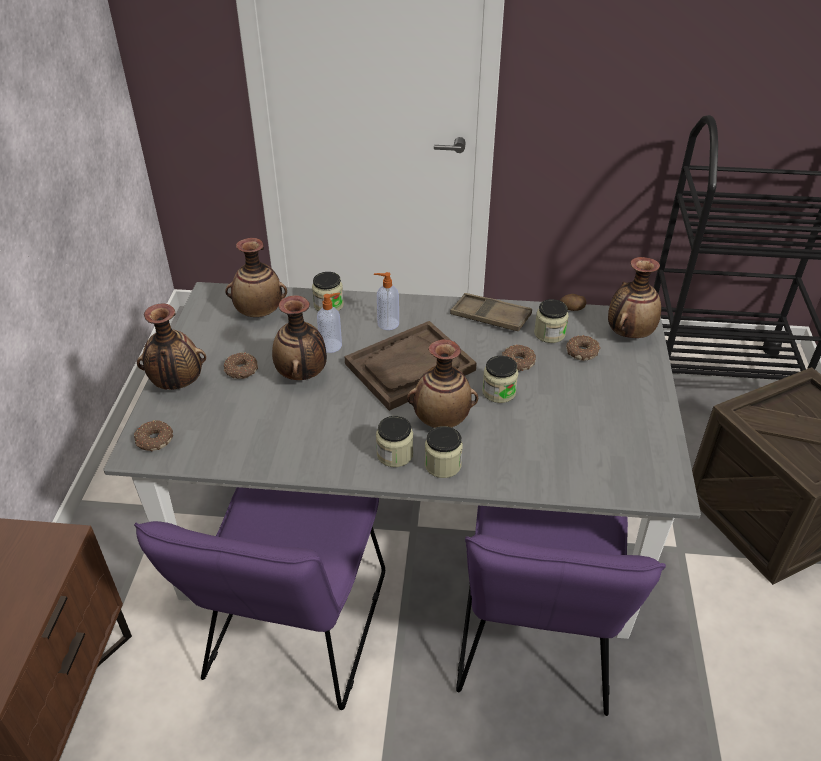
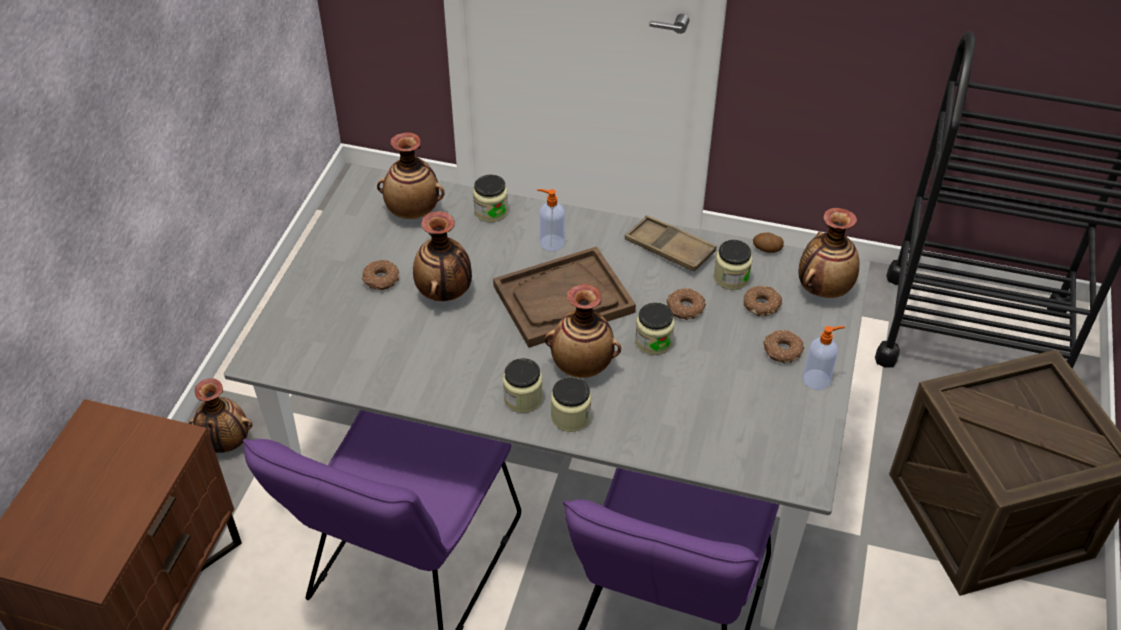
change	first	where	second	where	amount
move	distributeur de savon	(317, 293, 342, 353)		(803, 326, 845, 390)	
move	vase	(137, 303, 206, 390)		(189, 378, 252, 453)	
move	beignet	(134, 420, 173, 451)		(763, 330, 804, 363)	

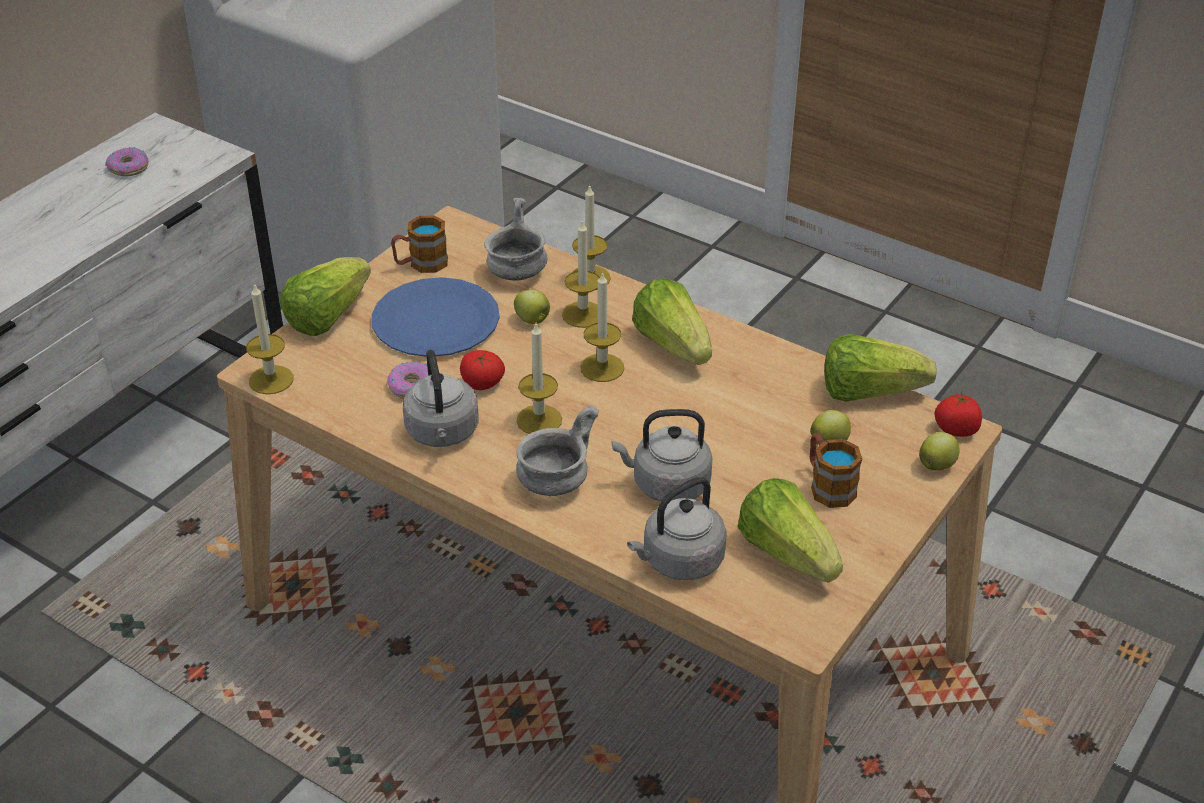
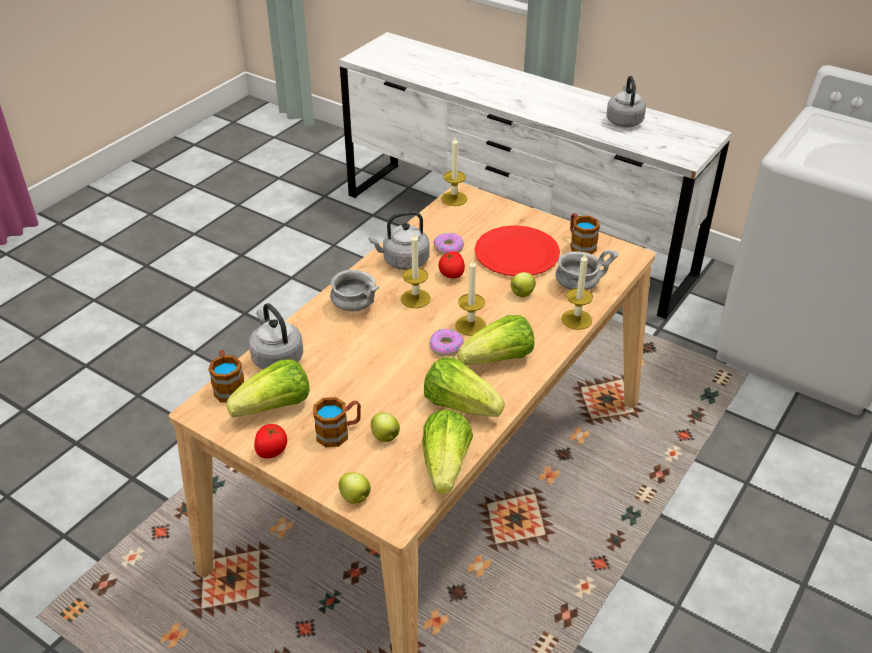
change	first	where	second	where	amount
move	beignet	(105, 147, 149, 176)		(429, 329, 464, 357)	
delete	bougie	(562, 220, 600, 328)			
move	laitue	(280, 257, 371, 336)		(424, 357, 505, 417)	
recolor	assiette [bleu]	(372, 277, 500, 357)	assiette [rouge]	(475, 225, 560, 276)	
move	tomate	(934, 392, 982, 437)		(254, 424, 287, 459)	
move	bouilloire [gris]	(612, 409, 713, 502)		(607, 76, 646, 127)	
insert			mug	(208, 350, 244, 403)	

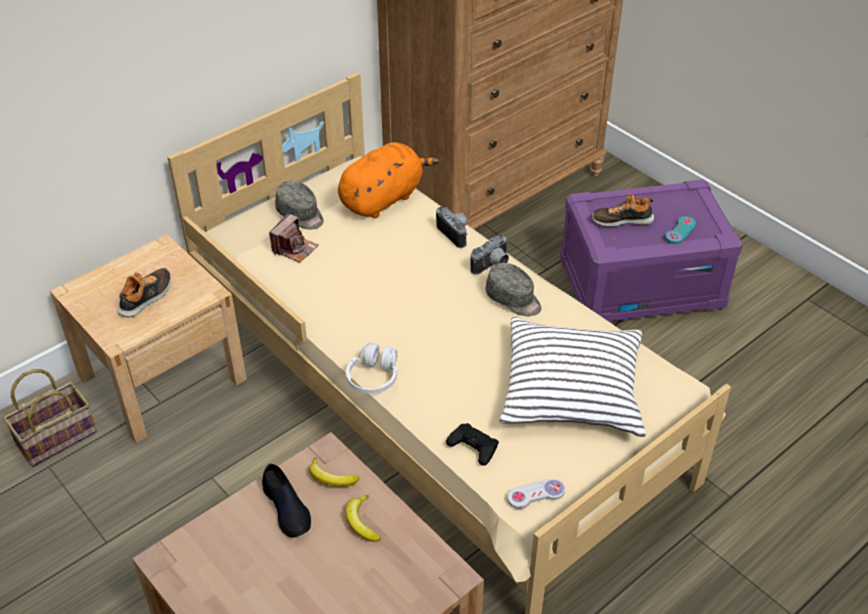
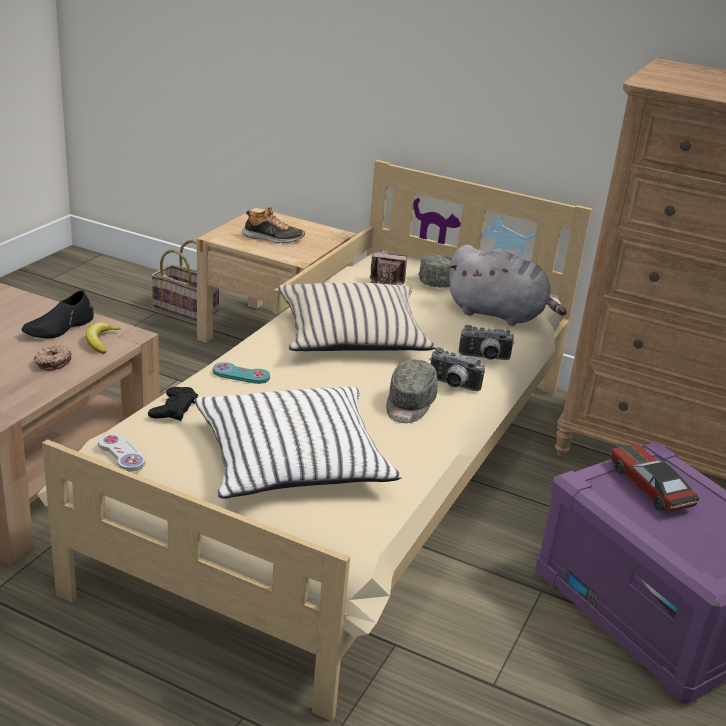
change	first	where	second	where	amount
recolor	peluche [orange]	(338, 142, 439, 218)	peluche [gris]	(447, 245, 567, 326)	
rotate	casquette [gris]	(275, 181, 324, 230)		(418, 254, 452, 288)	150 degrees clockwise
replace	chaussure	(591, 193, 654, 227)	petite voiture	(610, 444, 699, 512)	
rotate	appareil photo	(436, 206, 468, 248)		(459, 325, 514, 360)	60 degrees clockwise
move	manette [turquoise]	(665, 216, 696, 244)		(213, 362, 270, 384)	
delete	casque audio [blanc]	(346, 342, 398, 394)			
replace	banane	(345, 495, 381, 542)	beignet	(34, 345, 72, 371)	
insert			coussin [beige]	(278, 283, 436, 351)	

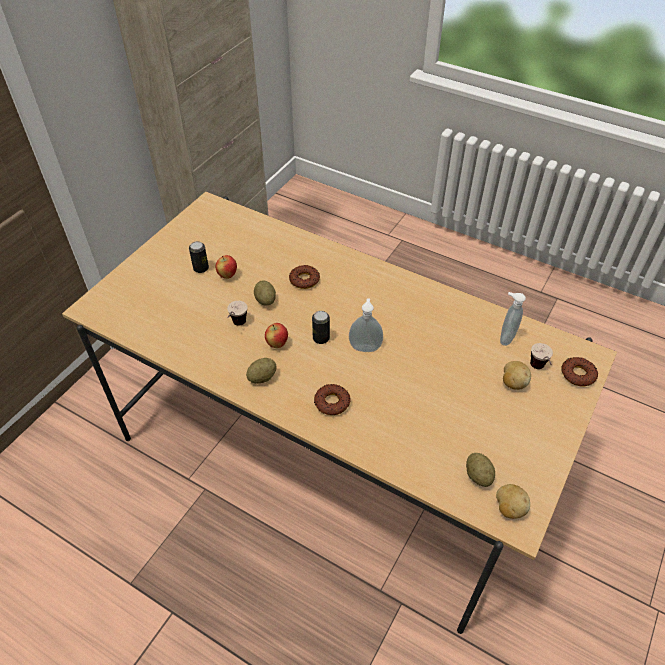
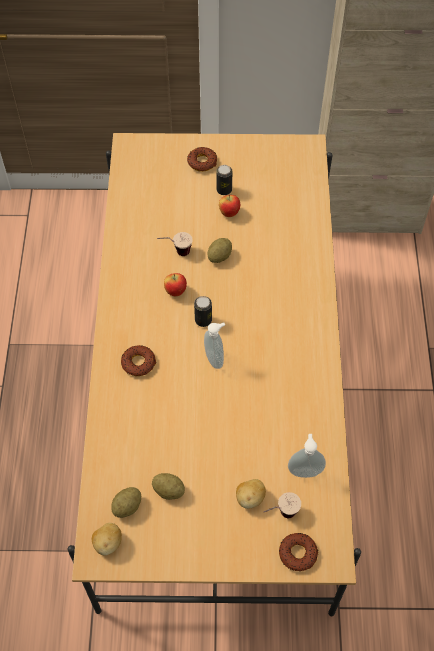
change	first	where	second	where	amount
move	beignet	(289, 265, 320, 289)		(187, 147, 217, 172)	
move	pomme de terre	(246, 358, 277, 384)		(152, 473, 185, 500)	

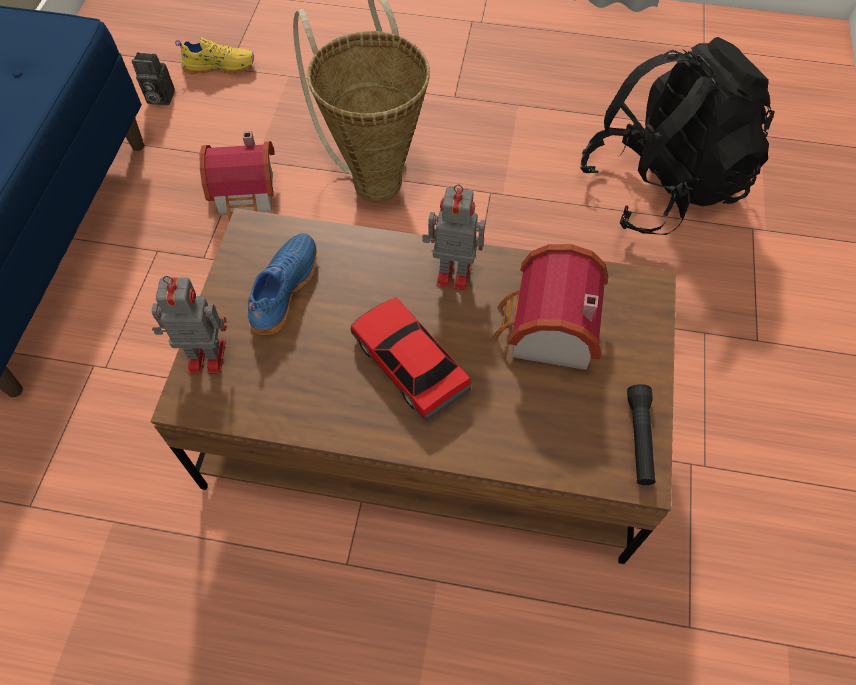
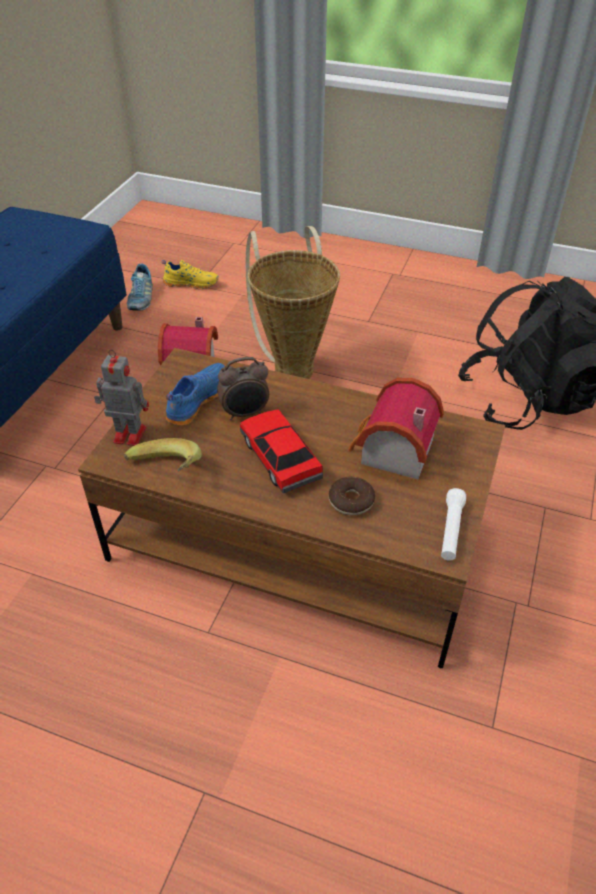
change	first	where	second	where	amount
replace	appareil photo	(131, 52, 175, 105)	chaussure	(127, 264, 153, 311)	
delete	robot jouet	(422, 185, 485, 291)			
recolor	lampe de poche [noir]	(627, 384, 656, 485)	lampe de poche [blanc]	(441, 488, 466, 561)	
insert			réveil	(217, 357, 269, 420)	
insert			banane	(124, 438, 202, 471)	
insert			beignet	(329, 477, 375, 515)	

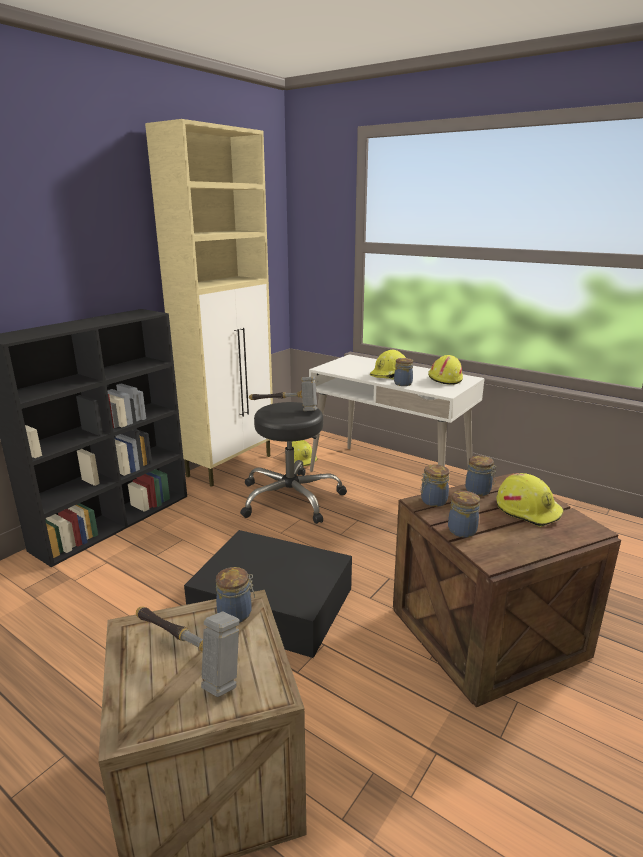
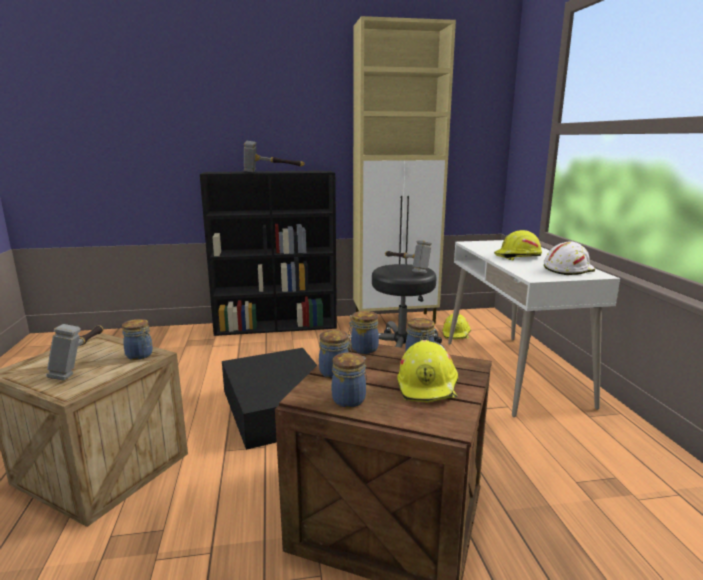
change	first	where	second	where	amount
recolor	casque de chantier [jaune]	(428, 355, 463, 385)	casque de chantier [blanc]	(544, 242, 595, 275)	
move	bocal	(394, 358, 413, 386)		(332, 353, 367, 408)	
insert			marteau	(244, 141, 305, 172)	

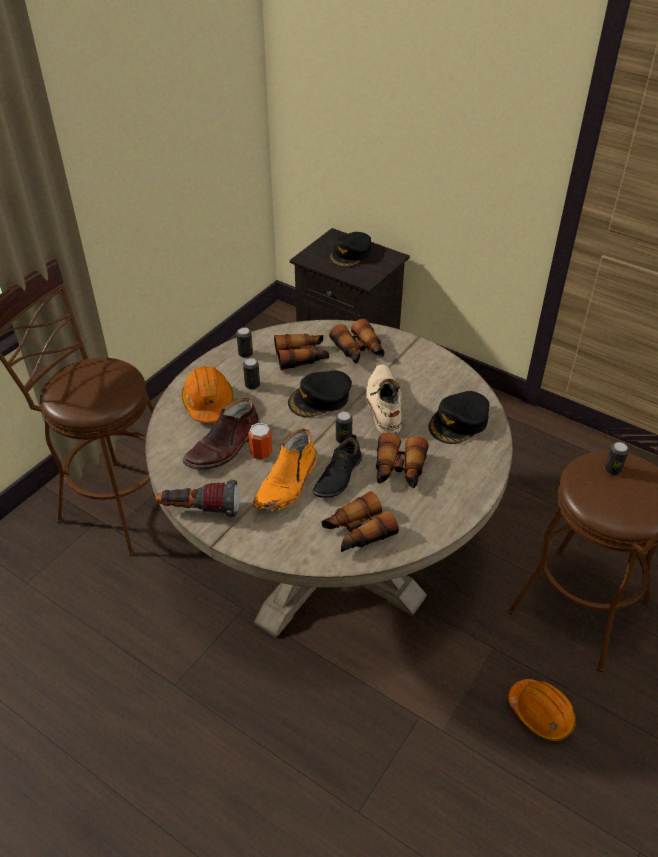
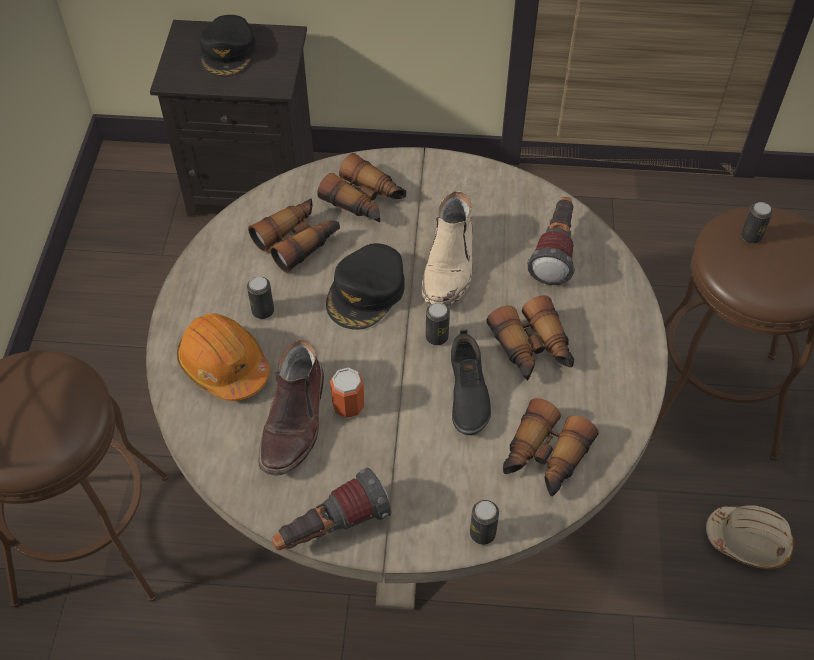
change	first	where	second	where	amount
move	boîte métallique	(236, 327, 253, 358)		(470, 500, 499, 545)	
rotate	botte [beige]	(366, 365, 401, 434)		(422, 191, 473, 306)	135 degrees counterclockwise
replace	casquette [noir]	(429, 391, 489, 444)	lampe de poche	(527, 197, 575, 285)	
delete	botte [orange]	(253, 428, 317, 512)			
recolor	casque de chantier [orange]	(508, 679, 576, 741)	casque de chantier [beige]	(706, 505, 794, 569)	

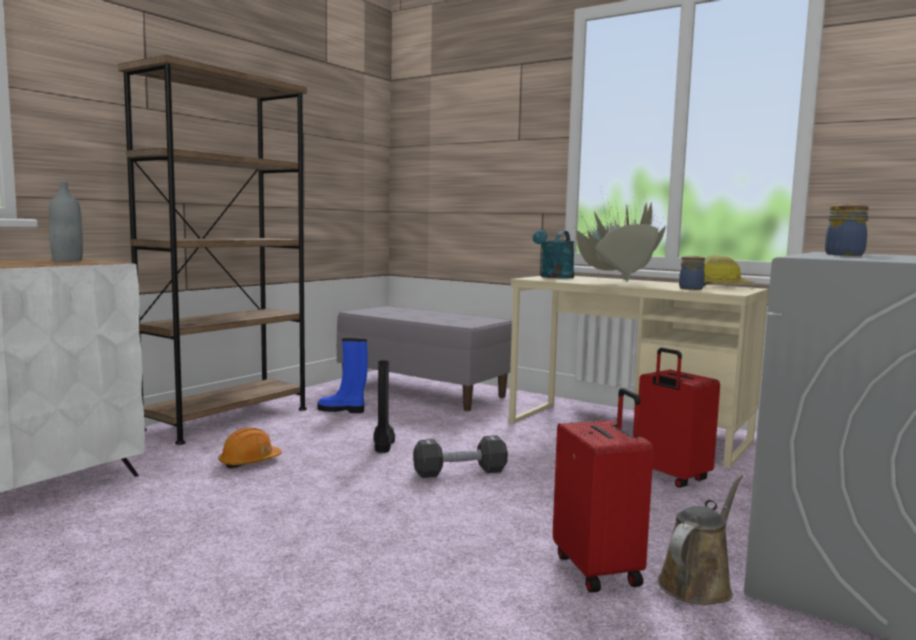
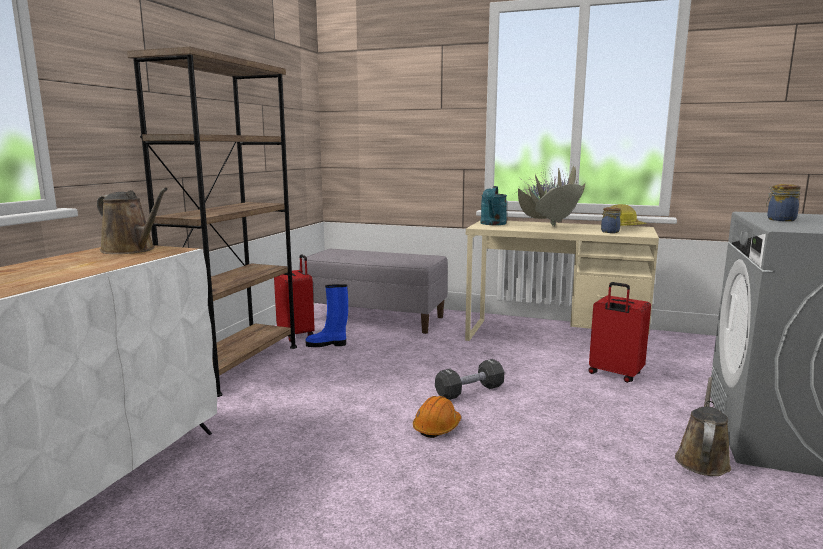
change	first	where	second	where	amount
replace	bouteille [gris]	(49, 182, 83, 262)	arrosoir [marron]	(97, 187, 168, 254)	
delete	botte [noir]	(374, 360, 395, 453)			
move	valise [rouge]	(553, 388, 654, 593)		(274, 254, 315, 342)	
move	casque de chantier [orange]	(219, 428, 282, 469)		(413, 396, 461, 438)	

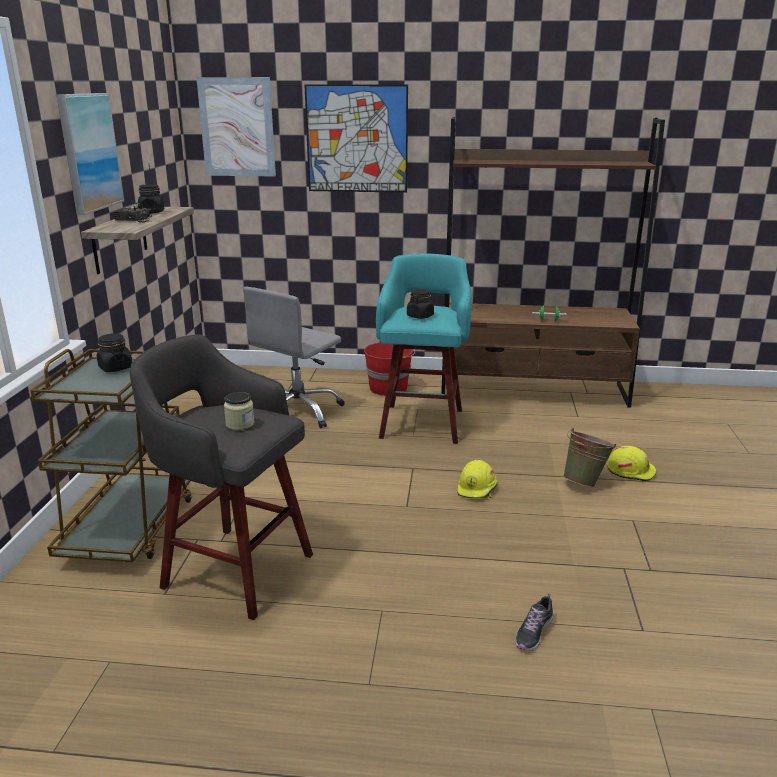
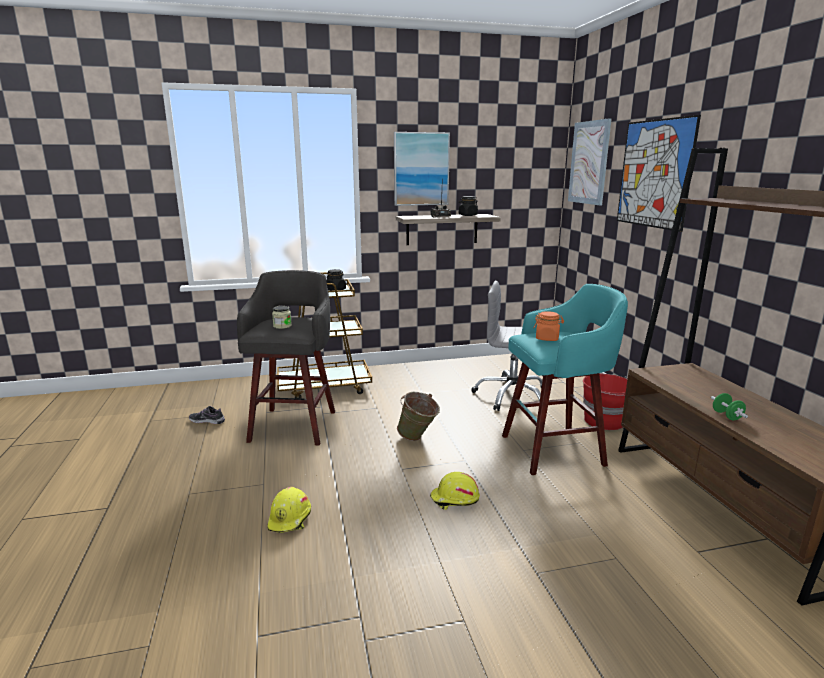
change	first	where	second	where	amount
recolor	bocal [noir]	(407, 289, 434, 319)	bocal [orange]	(534, 311, 564, 341)	
move	seau [vert]	(563, 428, 616, 487)		(397, 392, 440, 441)	
move	casque de chantier [jaune]	(607, 446, 657, 482)		(267, 487, 311, 533)	
move	chaussure	(515, 593, 553, 651)		(189, 406, 225, 424)	

